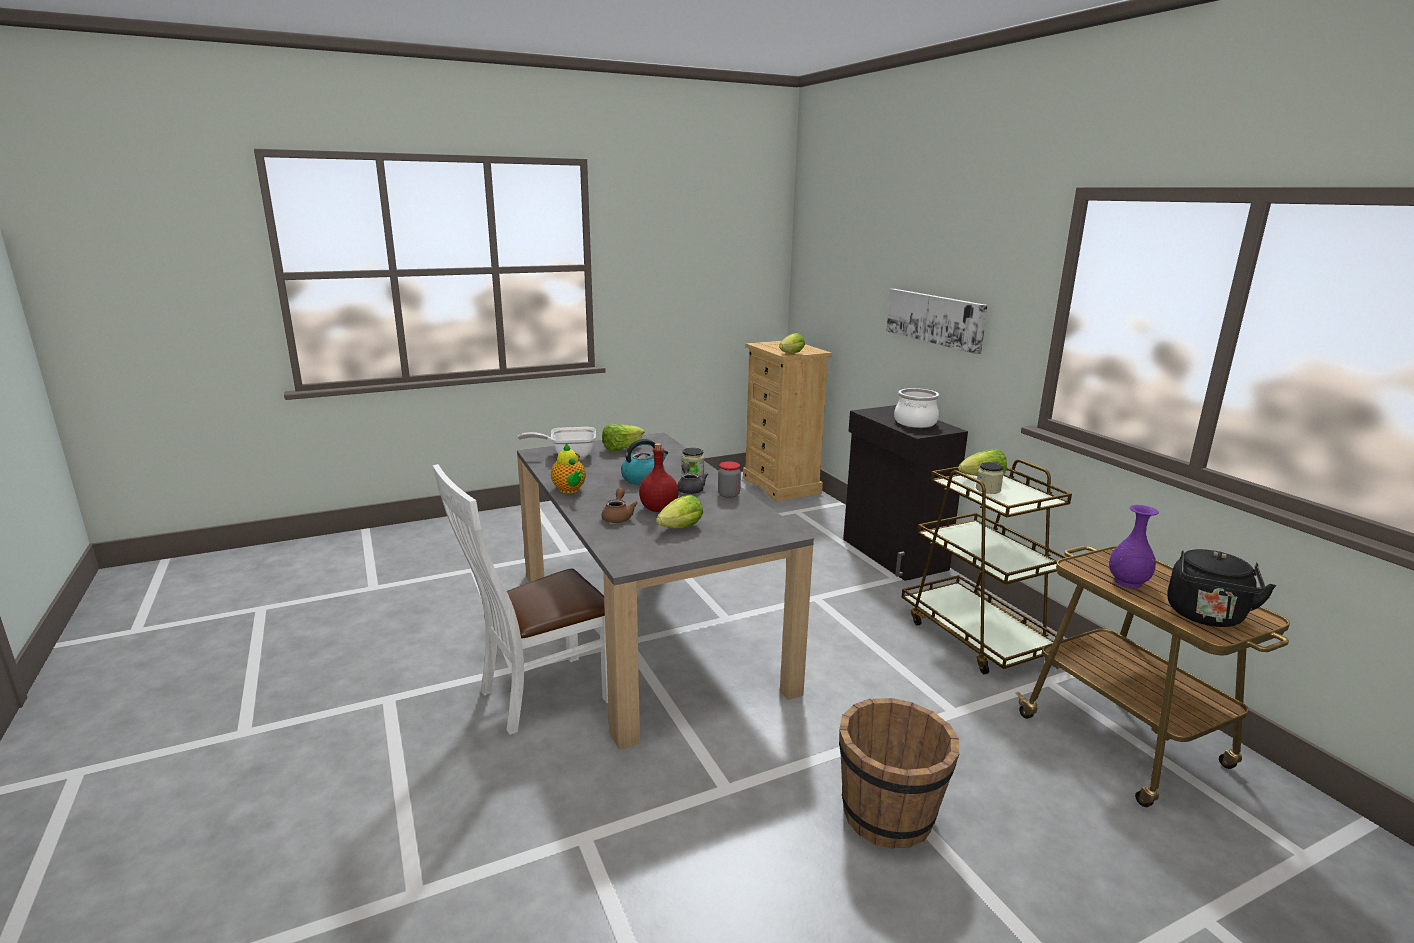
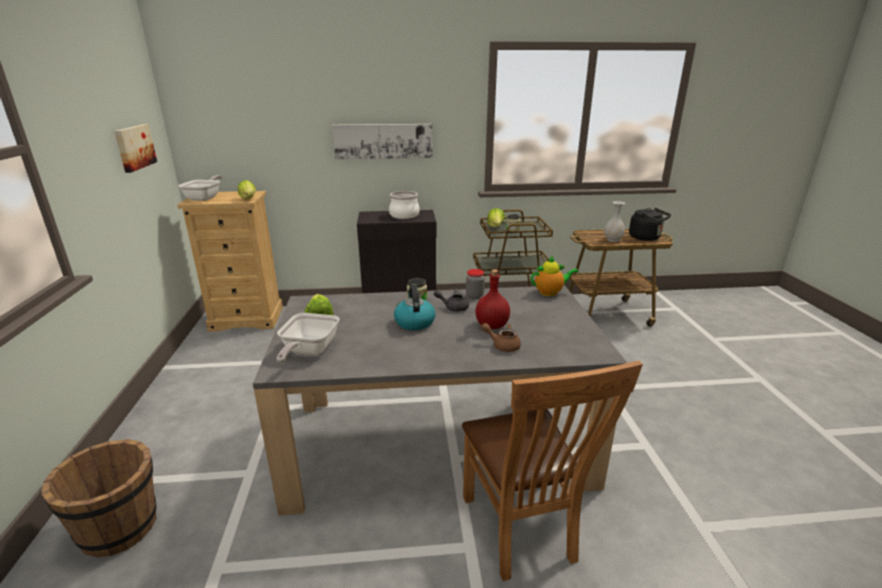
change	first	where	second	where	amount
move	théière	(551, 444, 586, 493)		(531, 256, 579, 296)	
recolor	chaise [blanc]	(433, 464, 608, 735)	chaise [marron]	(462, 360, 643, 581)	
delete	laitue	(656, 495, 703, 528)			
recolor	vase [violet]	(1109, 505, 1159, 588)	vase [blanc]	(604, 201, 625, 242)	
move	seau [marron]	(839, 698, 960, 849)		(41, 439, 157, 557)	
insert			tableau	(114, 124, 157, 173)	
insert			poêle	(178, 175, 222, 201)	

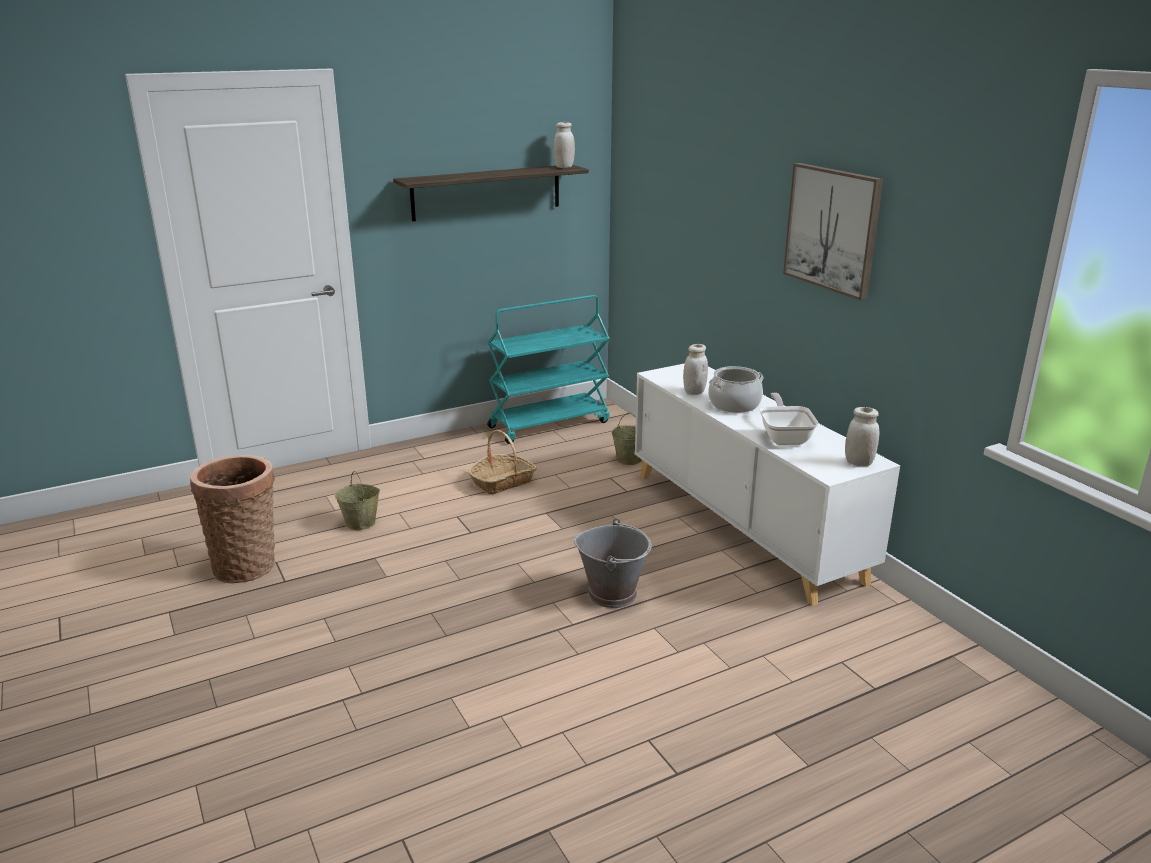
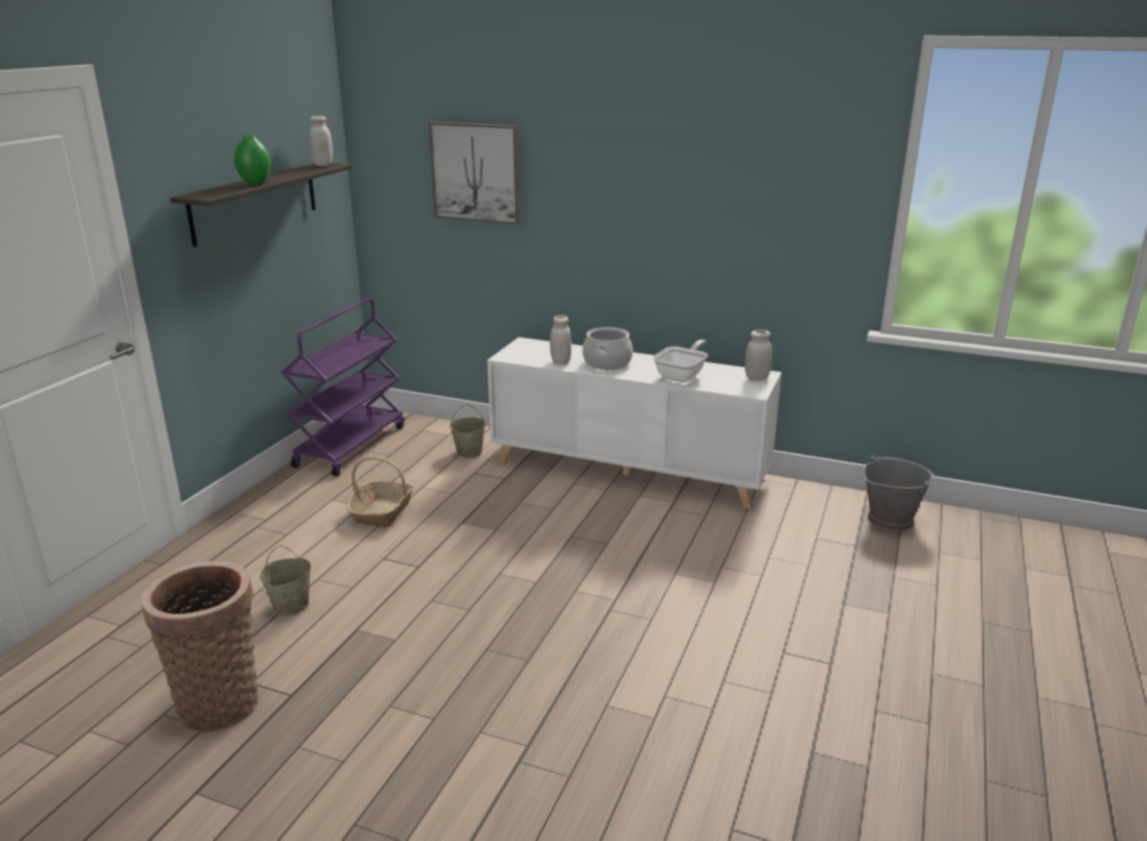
change	first	where	second	where	amount
move	tableau	(783, 163, 883, 300)		(429, 122, 520, 224)	
recolor	chariot [turquoise]	(487, 295, 610, 444)	chariot [violet]	(281, 298, 405, 476)	
rotate	poêle	(760, 393, 819, 445)		(653, 340, 708, 383)	75 degrees clockwise
move	seau [gris]	(574, 518, 652, 608)		(863, 454, 934, 532)	
insert			vase [vert]	(234, 135, 271, 185)	

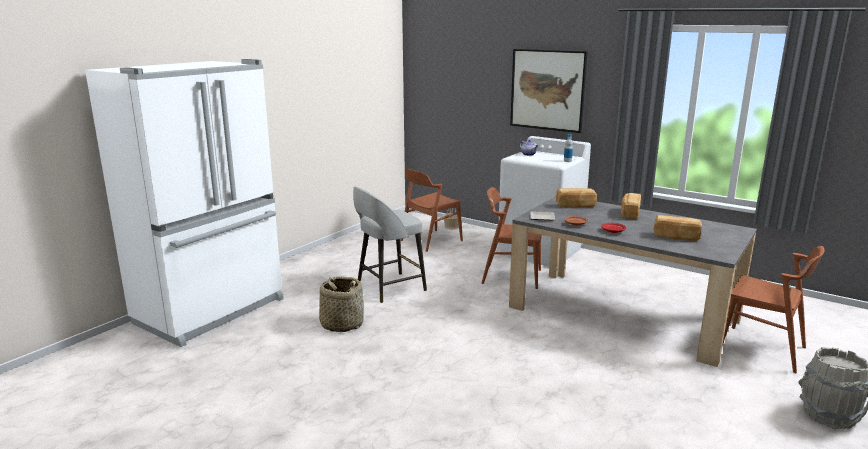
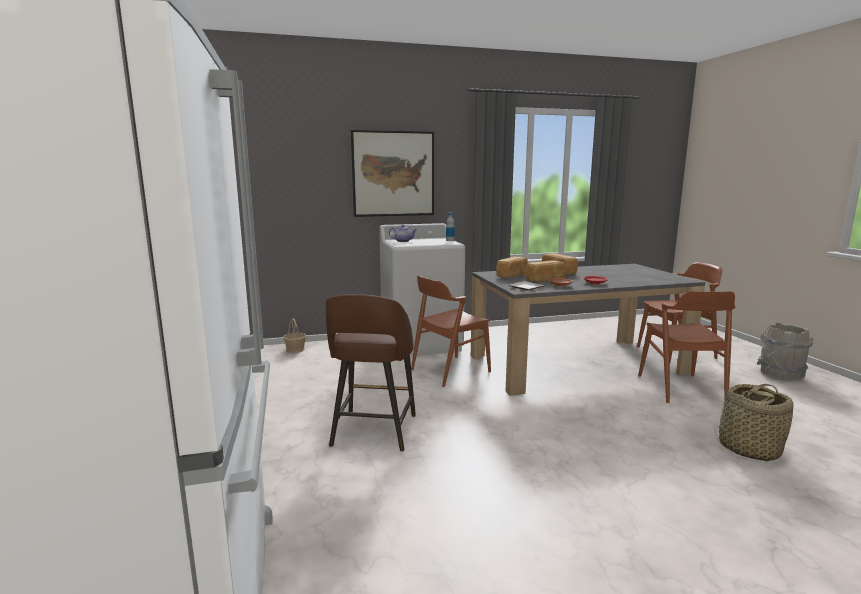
change	first	where	second	where	amount
move	chaise [marron]	(401, 168, 463, 252)		(638, 291, 736, 403)	
recolor	tabouret [gris]	(353, 186, 427, 303)	tabouret [marron]	(326, 294, 416, 451)	
move	pain	(654, 215, 702, 241)		(525, 260, 566, 282)	
move	panier	(319, 276, 364, 332)		(715, 384, 793, 461)	

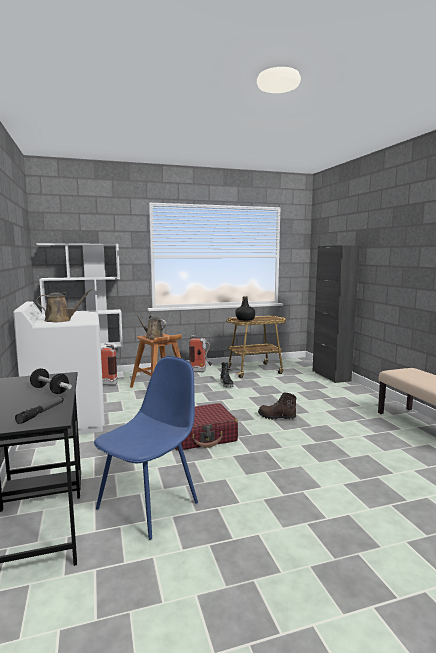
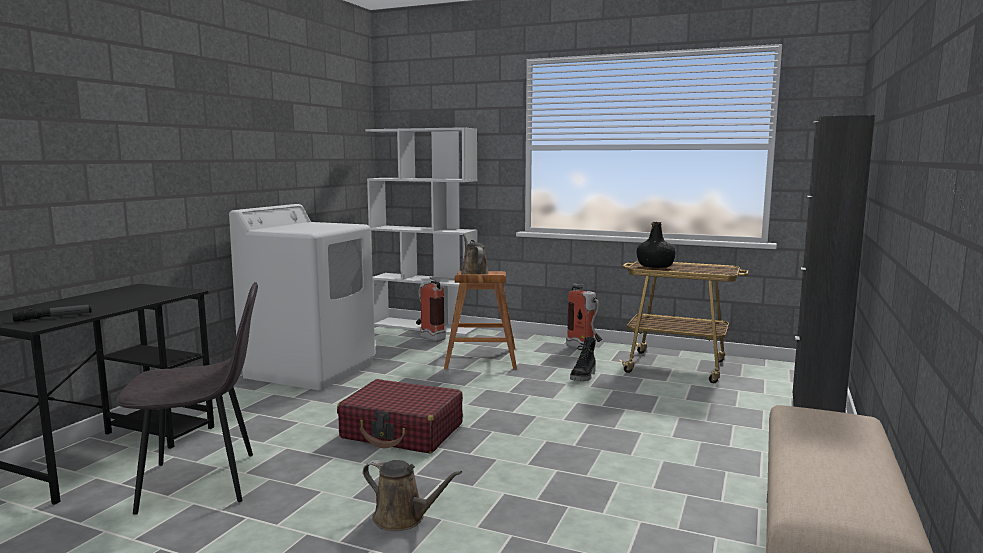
change	first	where	second	where	amount
move	arrosoir [marron]	(36, 289, 93, 322)		(363, 460, 462, 531)	
recolor	chaise [bleu]	(94, 356, 198, 540)	chaise [gris]	(117, 282, 258, 515)	
delete	haltère	(29, 368, 72, 394)			
delete	botte [marron]	(258, 392, 297, 420)			

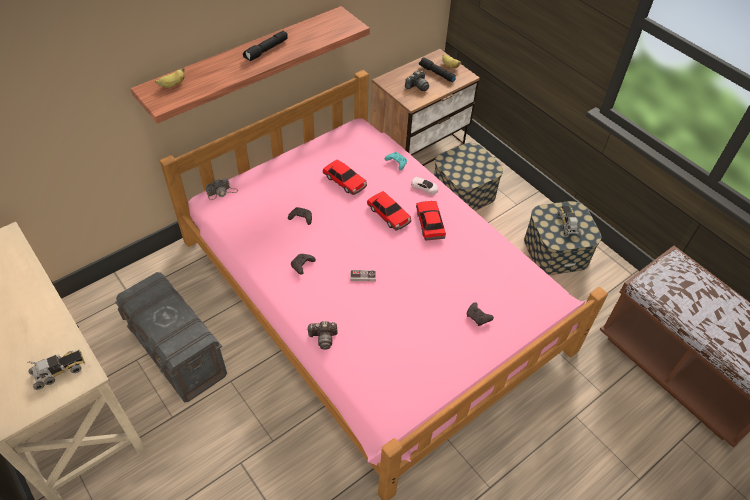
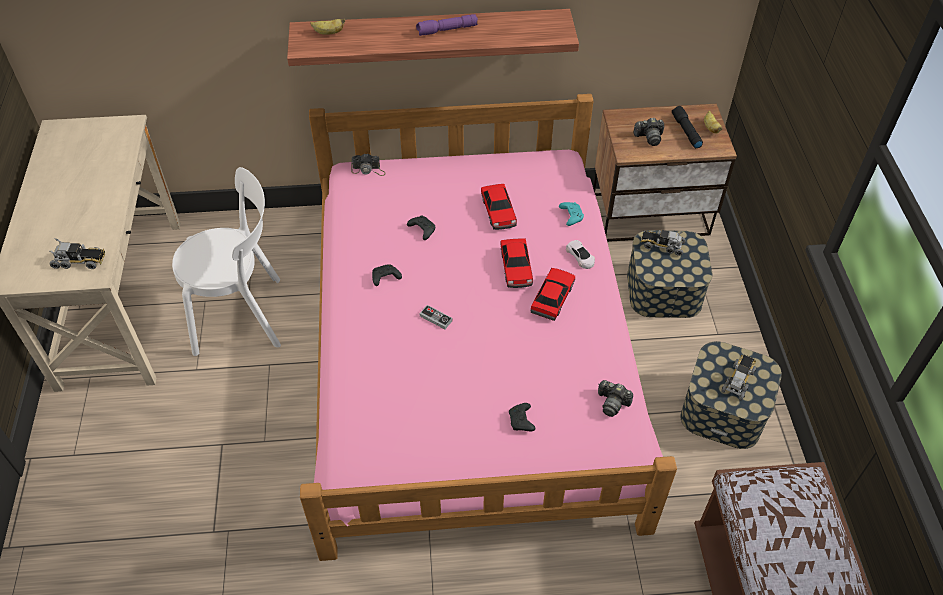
change	first	where	second	where	amount
recolor	lampe de poche [noir]	(243, 31, 288, 61)	lampe de poche [violet]	(416, 14, 478, 36)	
replace	boîte de rangement [gris]	(115, 272, 227, 402)	chaise [blanc]	(172, 167, 281, 356)	
move	appareil photo	(307, 321, 338, 350)		(598, 380, 633, 417)	
insert			camion jouet	(641, 230, 686, 256)	

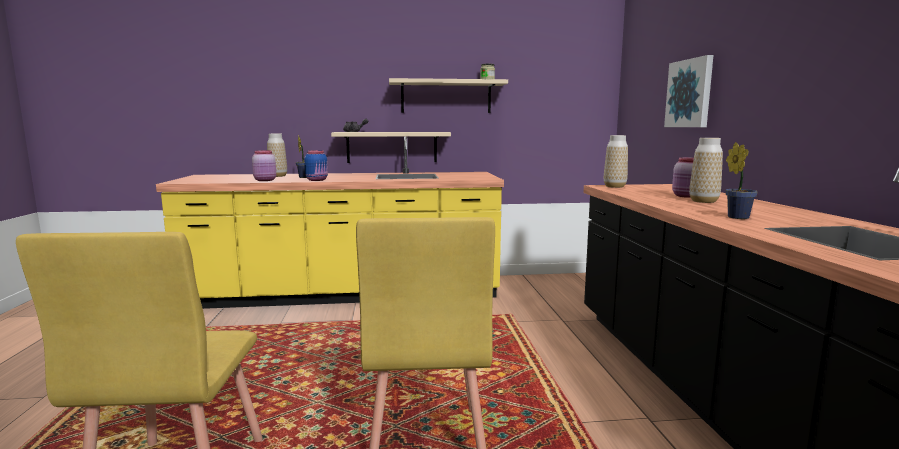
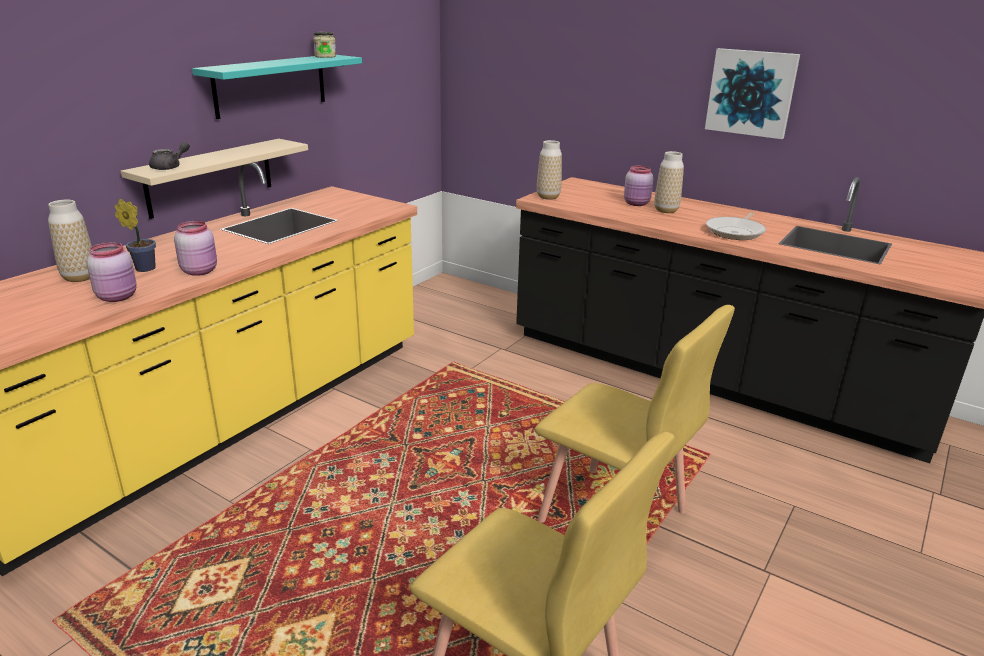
change	first	where	second	where	amount
move	tableau	(664, 55, 714, 127)		(705, 48, 800, 139)	
recolor	étagère [beige]	(389, 78, 508, 113)	étagère [turquoise]	(192, 55, 362, 119)	
replace	plante en pot	(726, 142, 758, 219)	poêle	(706, 212, 766, 240)	
recolor	bocal [bleu]	(304, 150, 328, 181)	bocal [rose]	(174, 221, 217, 276)	

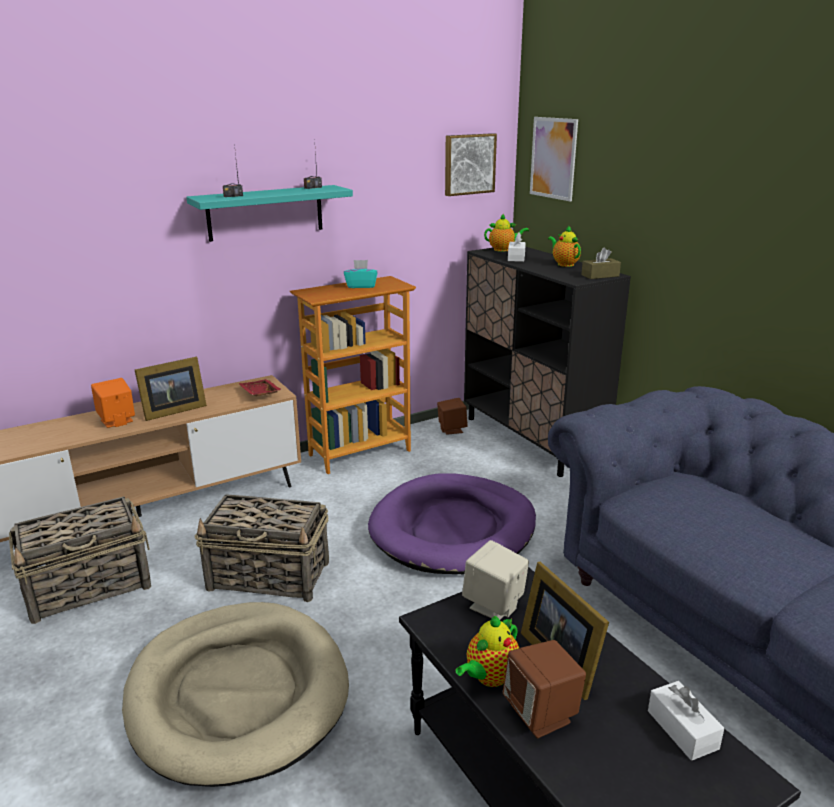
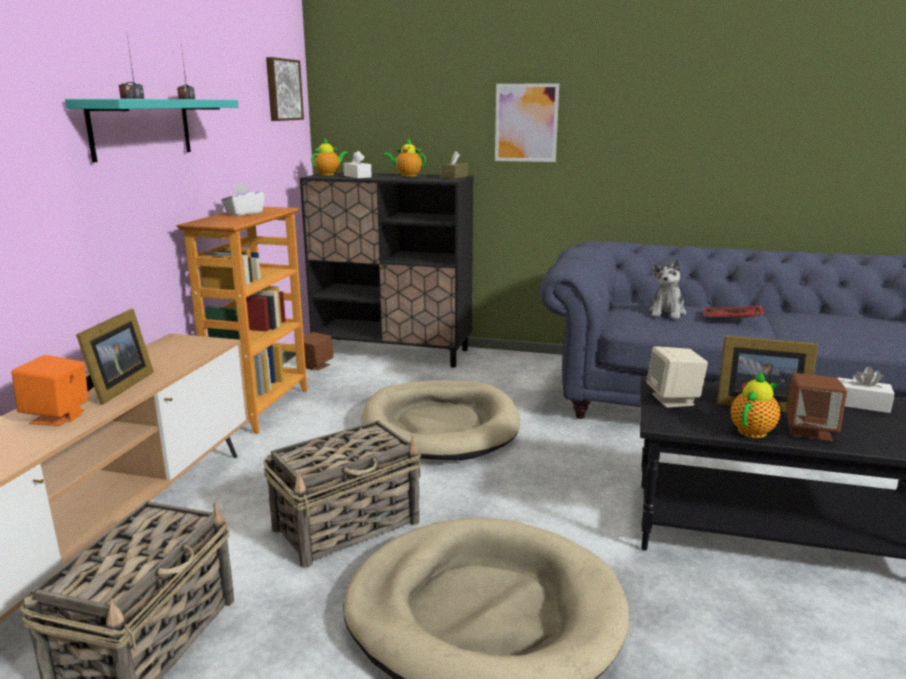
change	first	where	second	where	amount
move	tableau	(530, 117, 578, 202)		(495, 83, 559, 162)	
recolor	boîte à mouchoirs [turquoise]	(344, 260, 378, 288)	boîte à mouchoirs [blanc]	(221, 183, 265, 216)	
move	plateau [rouge]	(239, 379, 282, 396)		(703, 306, 765, 319)	
recolor	panier pour chien [violet]	(368, 473, 536, 574)	panier pour chien [beige]	(361, 380, 520, 460)	
rotate	théière	(455, 616, 519, 687)		(731, 371, 781, 438)	135 degrees counterclockwise
insert			peluche	(649, 258, 686, 319)	

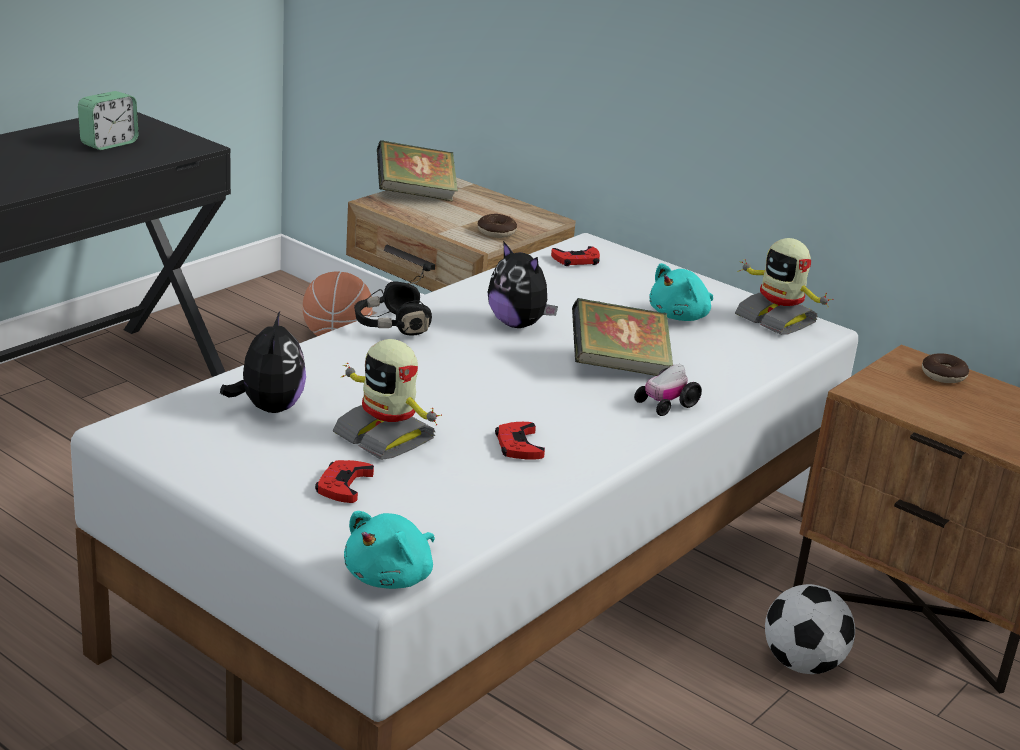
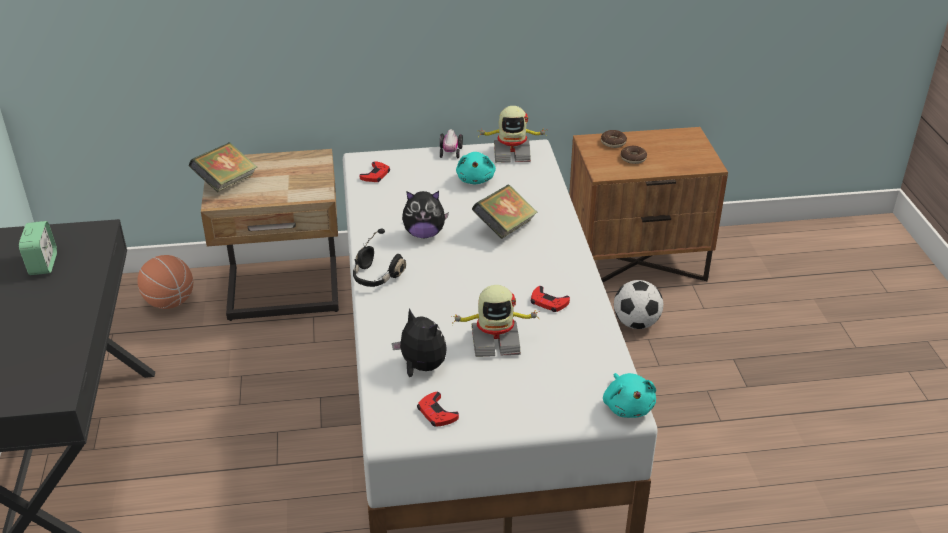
change	first	where	second	where	amount
move	beignet	(478, 214, 517, 238)		(620, 146, 647, 164)	
move	petite voiture	(634, 364, 702, 416)		(440, 129, 463, 159)	
move	manette [rouge]	(315, 460, 374, 503)		(417, 392, 459, 427)	

